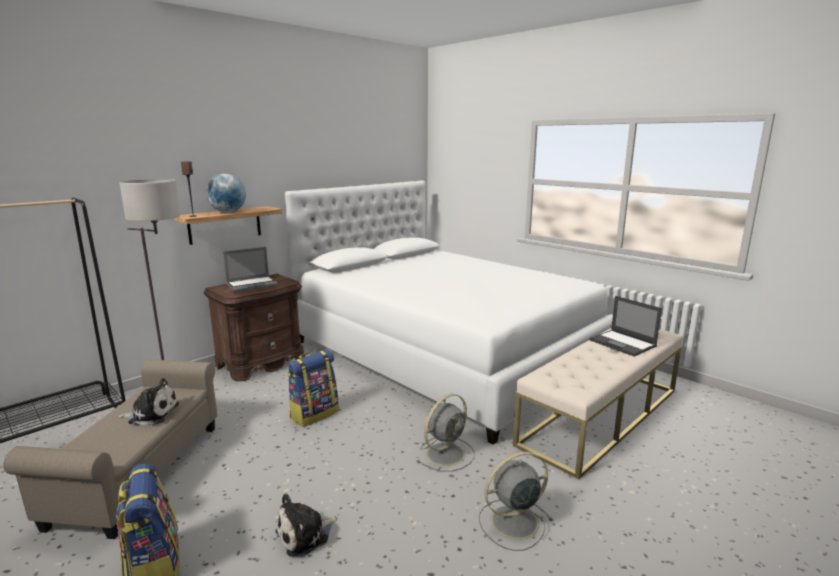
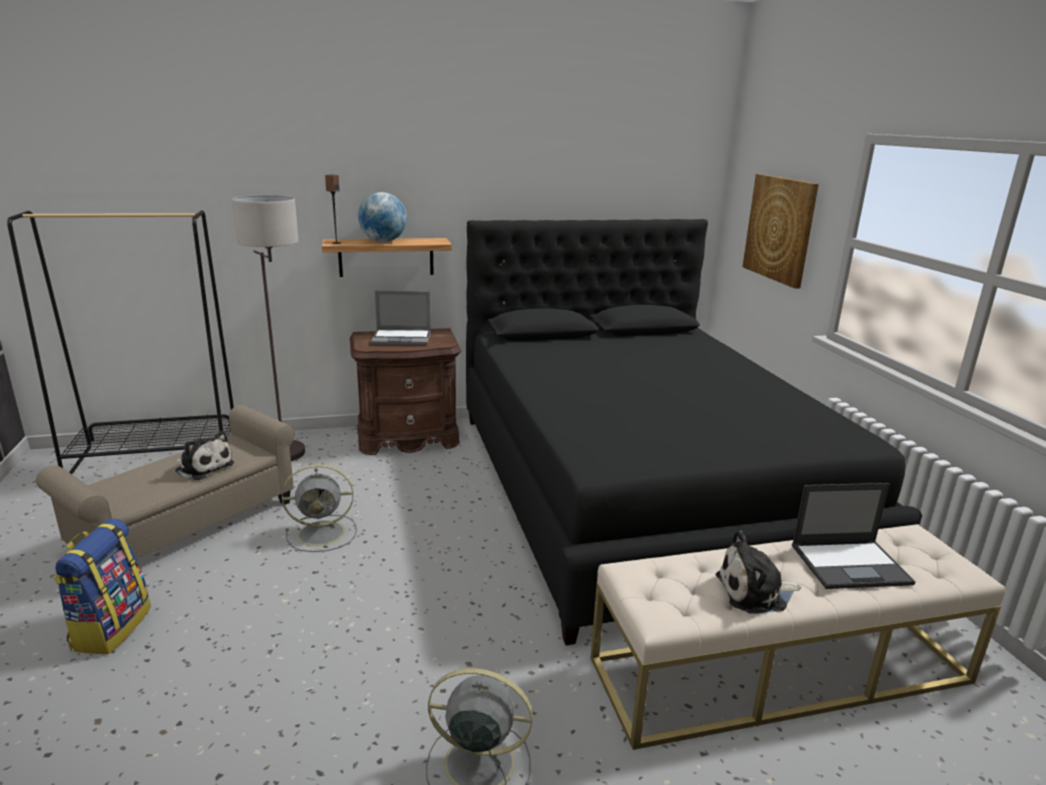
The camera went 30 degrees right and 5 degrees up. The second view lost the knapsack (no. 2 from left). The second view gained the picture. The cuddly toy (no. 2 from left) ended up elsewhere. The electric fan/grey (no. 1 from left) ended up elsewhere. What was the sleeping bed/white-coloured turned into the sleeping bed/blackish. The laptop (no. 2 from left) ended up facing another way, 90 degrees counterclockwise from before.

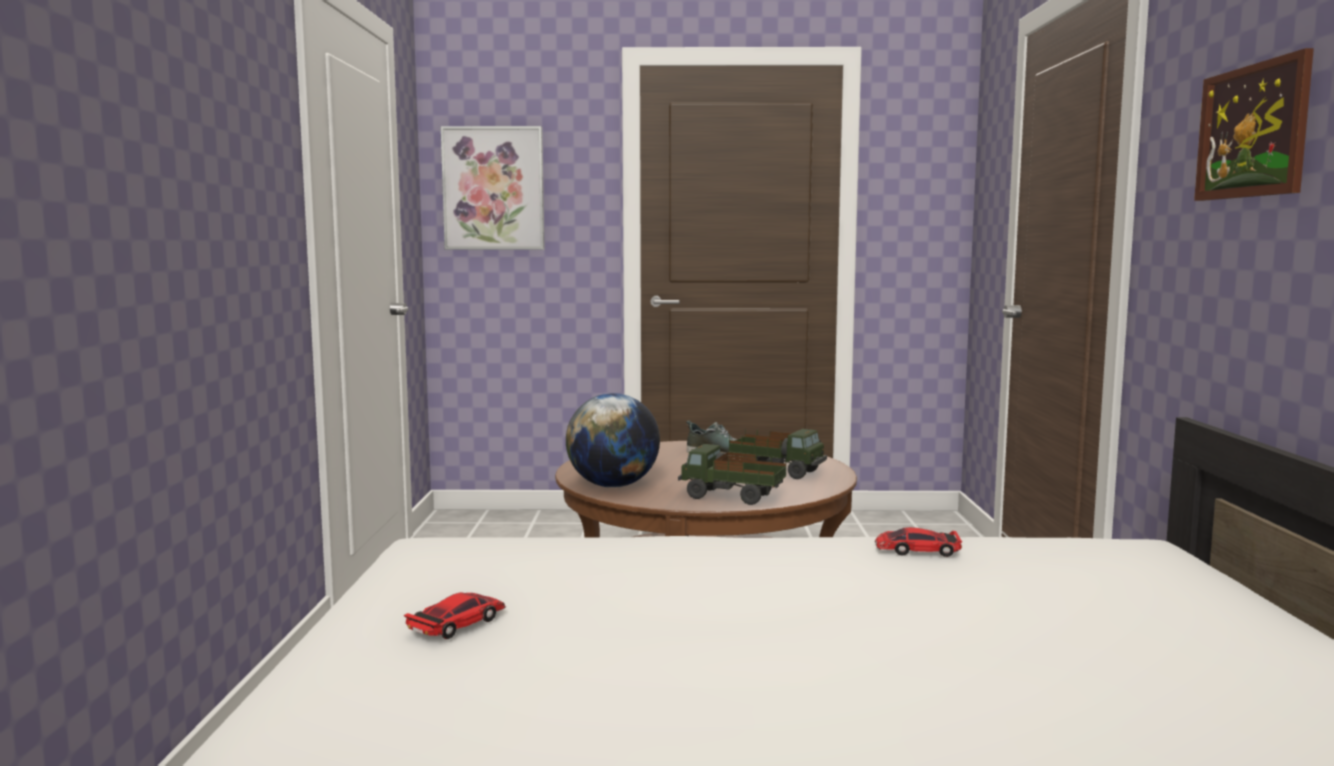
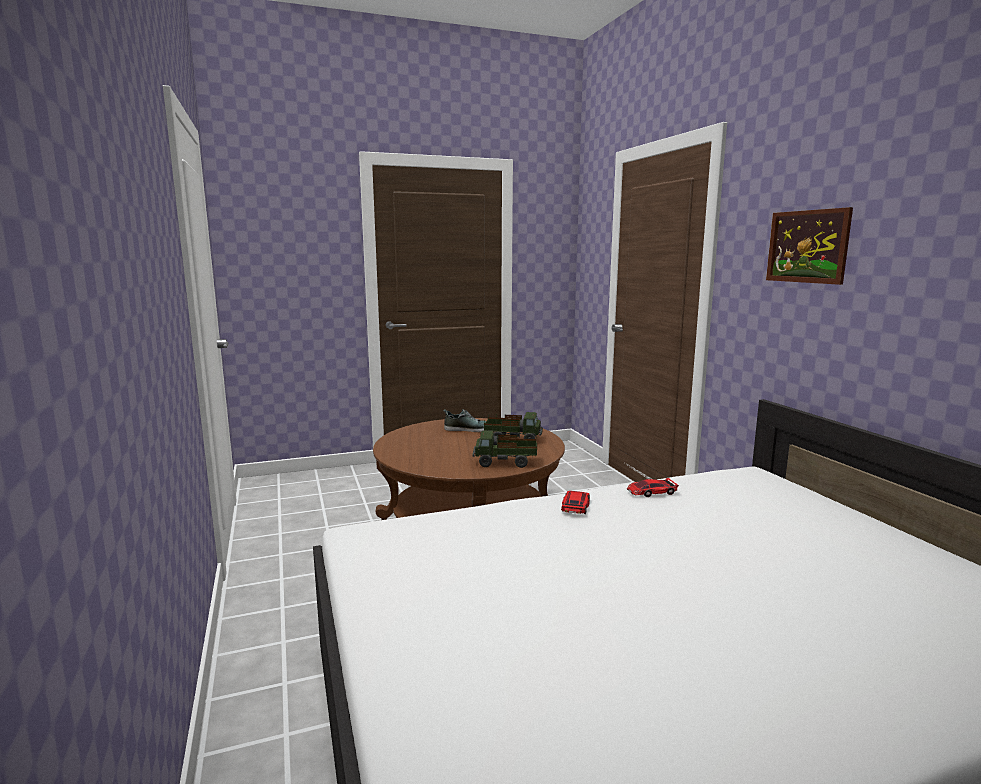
The camera went 20 degrees left and 5 degrees up. The second view lost the picture (no. 1 from left). The second view lost the desk globe. The toy car (no. 1 from left) ended up elsewhere.

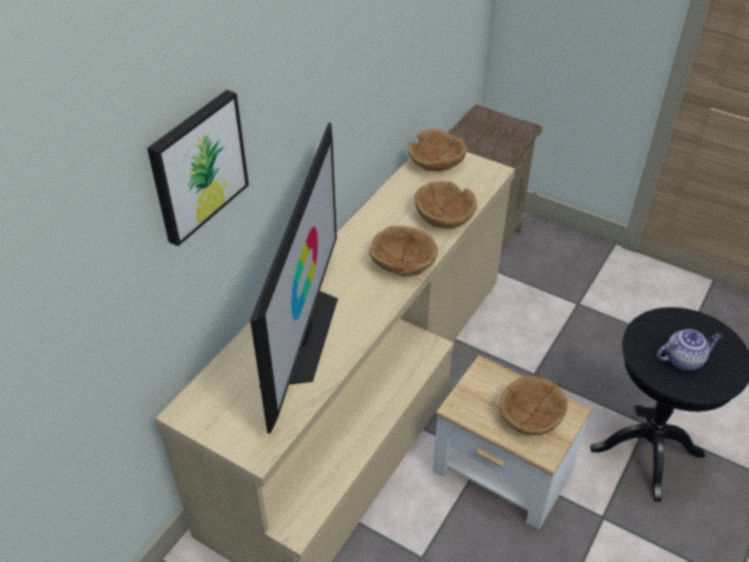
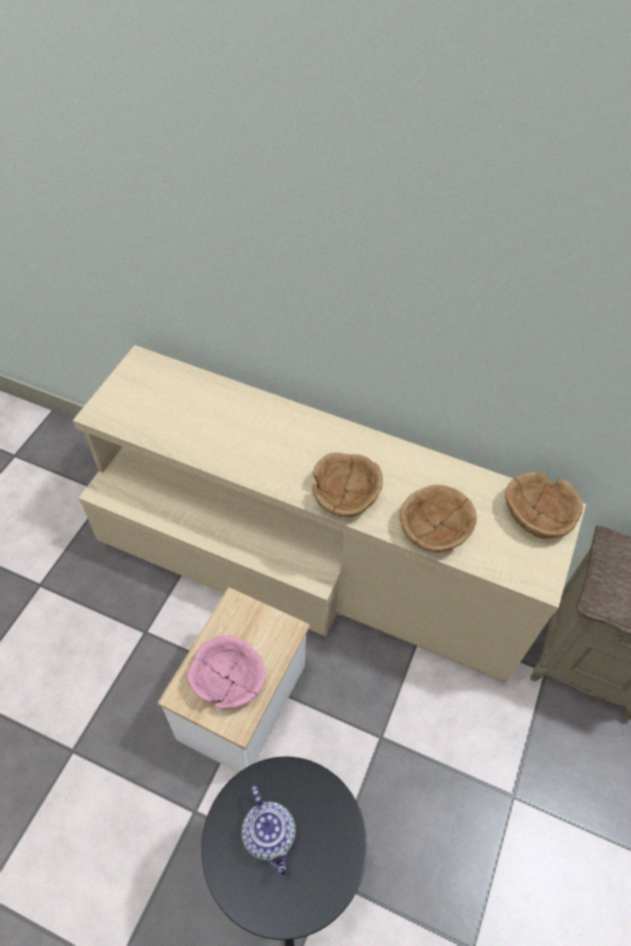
The camera went 80 degrees right and 10 degrees up. The second view lost the picture. The second view lost the TV. What was the serving bowl/brown-coloured (no. 4 from left) turned into the serving bowl/pink-coloured.

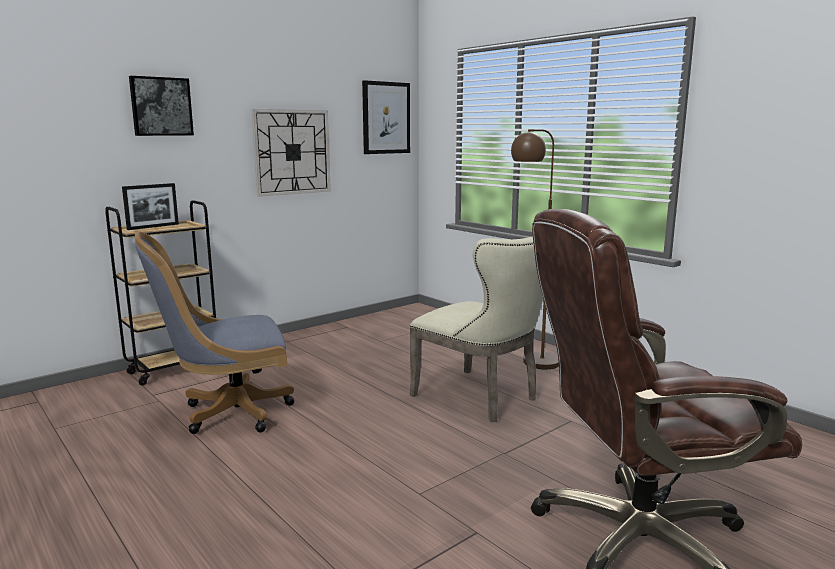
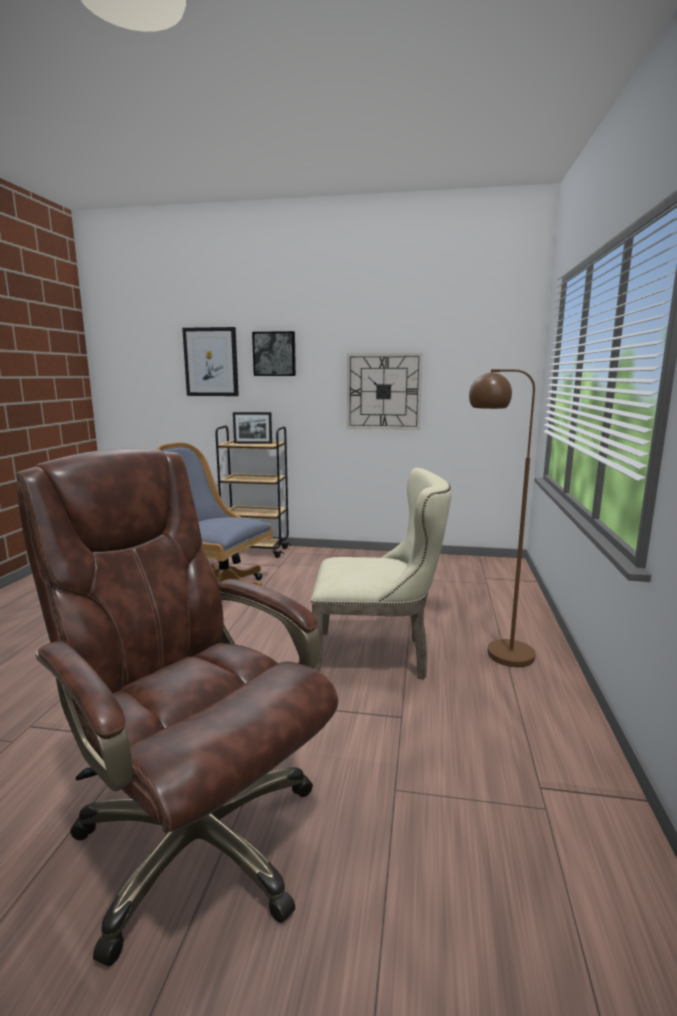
The camera went 50 degrees right and 0 degrees up. The picture (no. 2 from left in the first image) ended up elsewhere. The plain chair/beige-coloured ended up facing another way, 90 degrees counterclockwise from before.

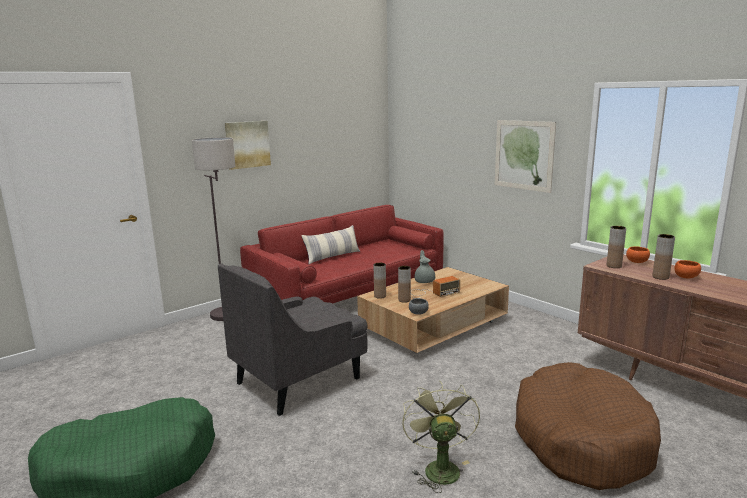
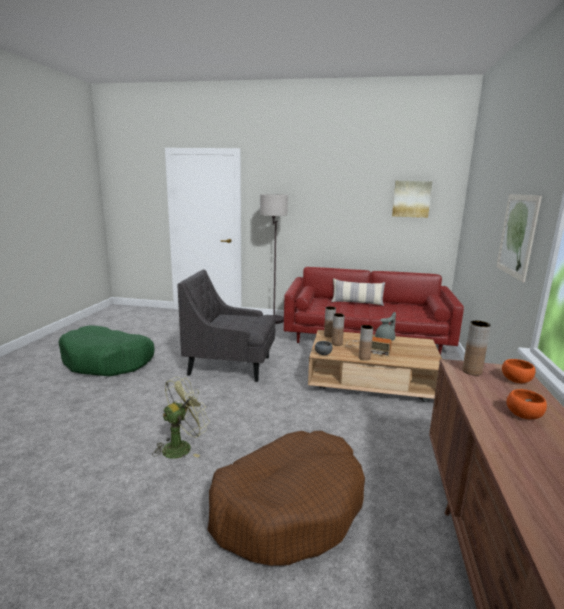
The camera went 50 degrees right and 0 degrees up. The picture (no. 1 from left) ended up elsewhere. The flower vase/brown-coloured (no. 4 from left in the first image) ended up elsewhere.

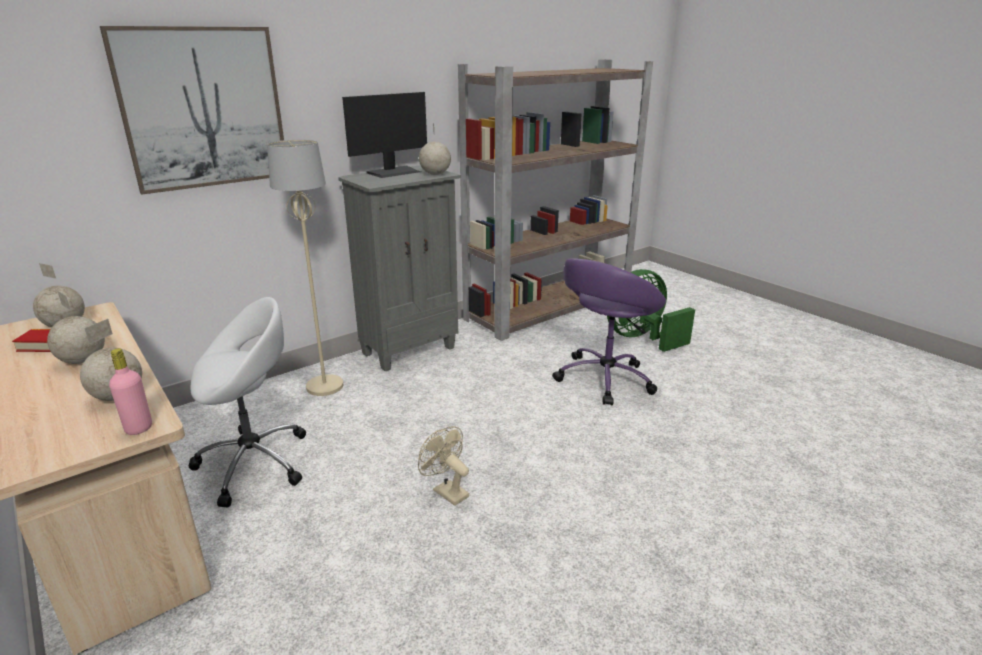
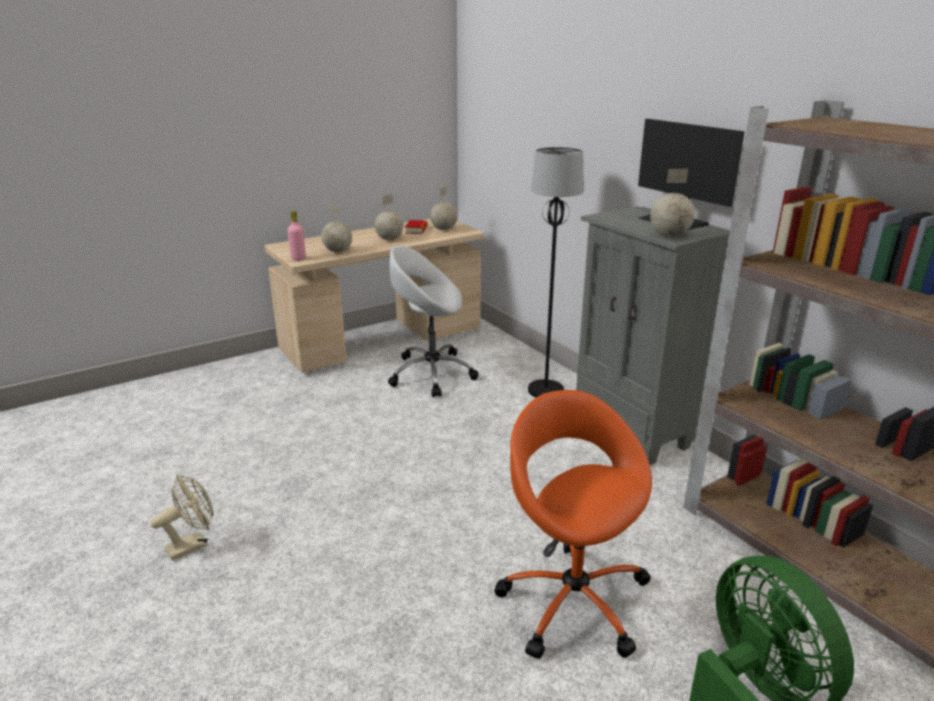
The camera went 95 degrees right and 0 degrees up. The second view lost the picture. The electric fan/beige-coloured ended up elsewhere. What was the standard lamp/beige-coloured turned into the standard lamp/blackish. What was the desk chair/purplish turned into the desk chair/orange-coloured. The desk chair/white-coloured ended up facing another way, 105 degrees clockwise from before.

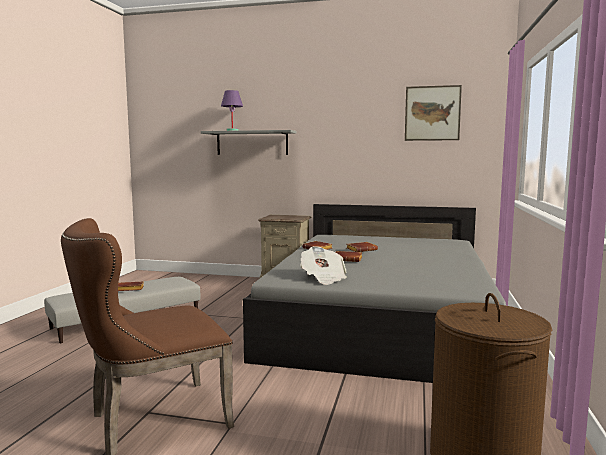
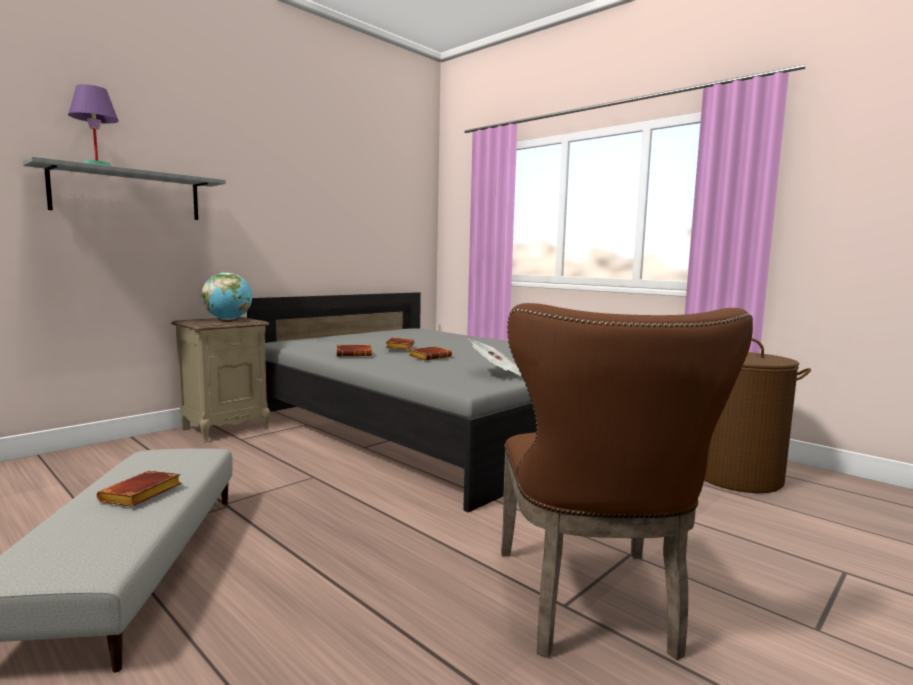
The camera went 60 degrees left and 0 degrees up. The second view lost the picture. The second view gained the desk globe.

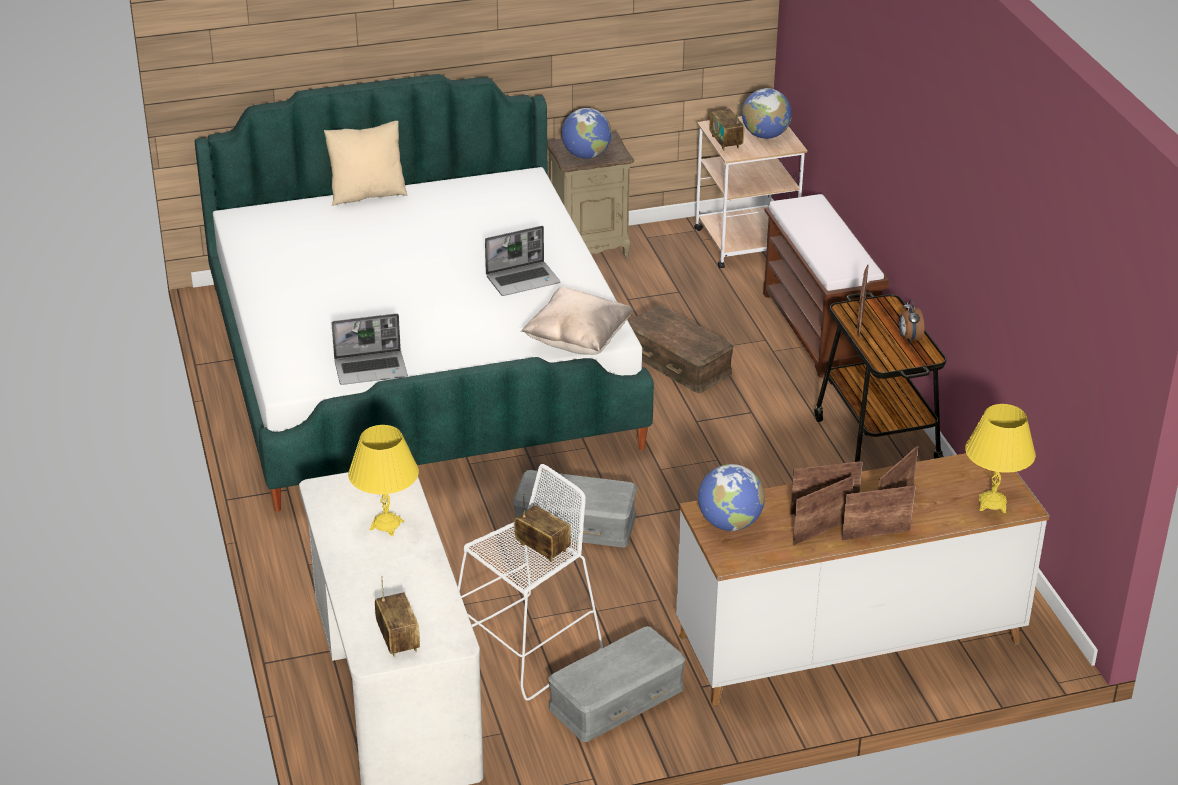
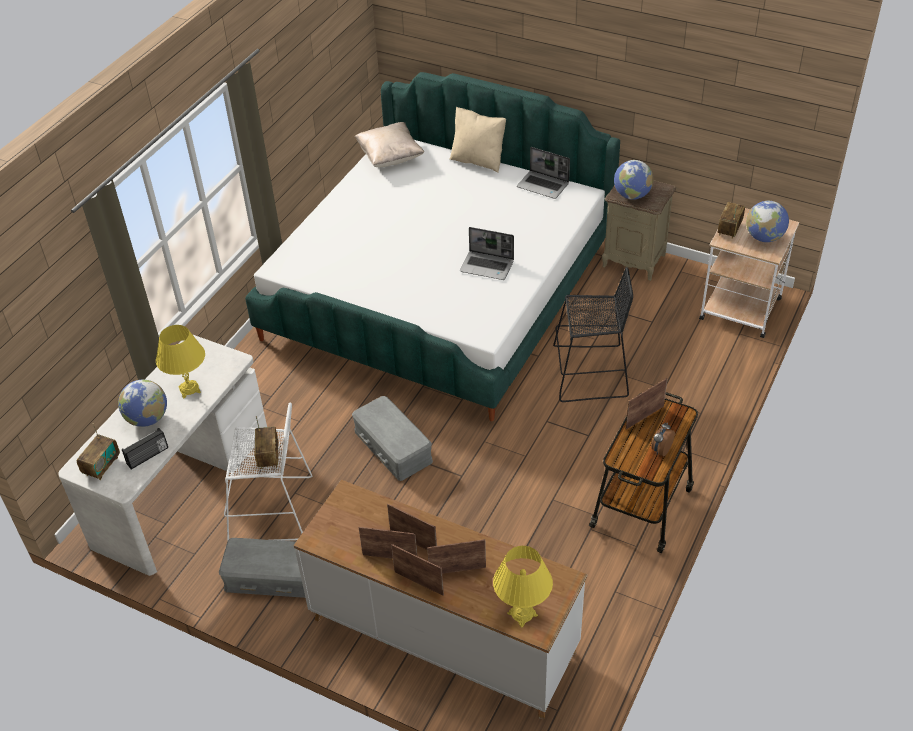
The camera went 45 degrees right and 10 degrees up. The second view lost the bench/brown-coloured. The second view gained the radio receiver (no. 2 from left). The laptop (no. 1 from left in the first image) ended up elsewhere. The throw pillow/beige-coloured (no. 2 from left in the first image) ended up elsewhere. The desk globe (no. 2 from left in the first image) ended up elsewhere. Where the storage bin/brown-coloured stood, the stool/blackish came to stand.

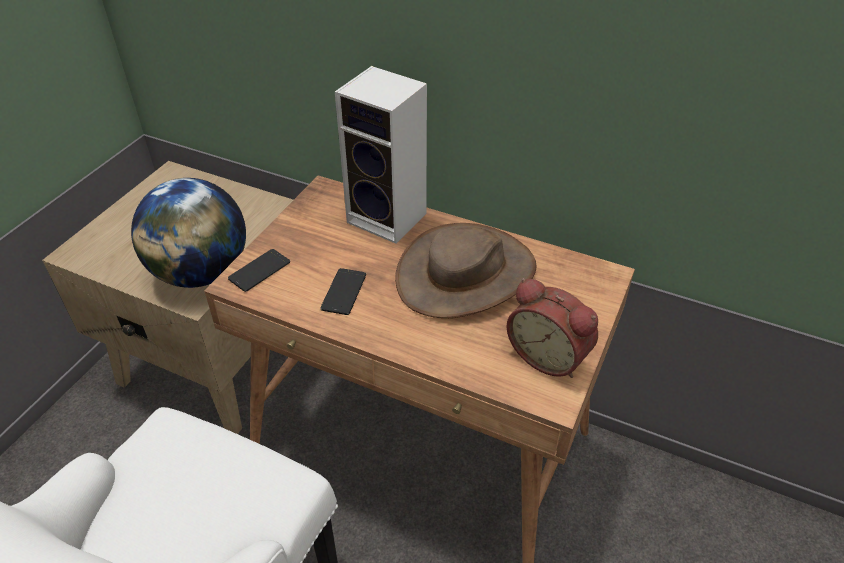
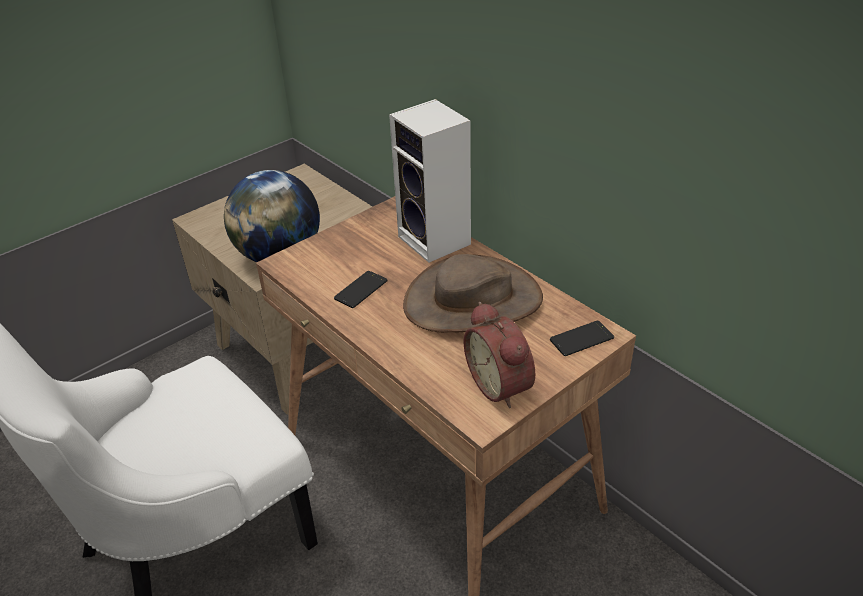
The camera went 25 degrees right and 5 degrees down. The phone (no. 1 from left in the first image) ended up elsewhere.

